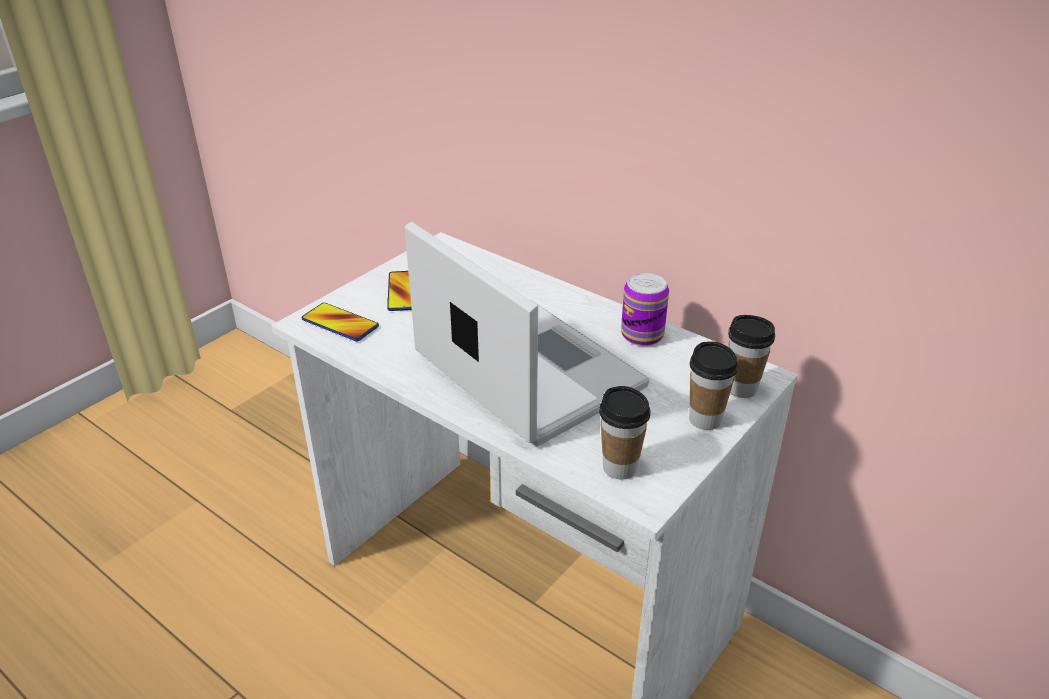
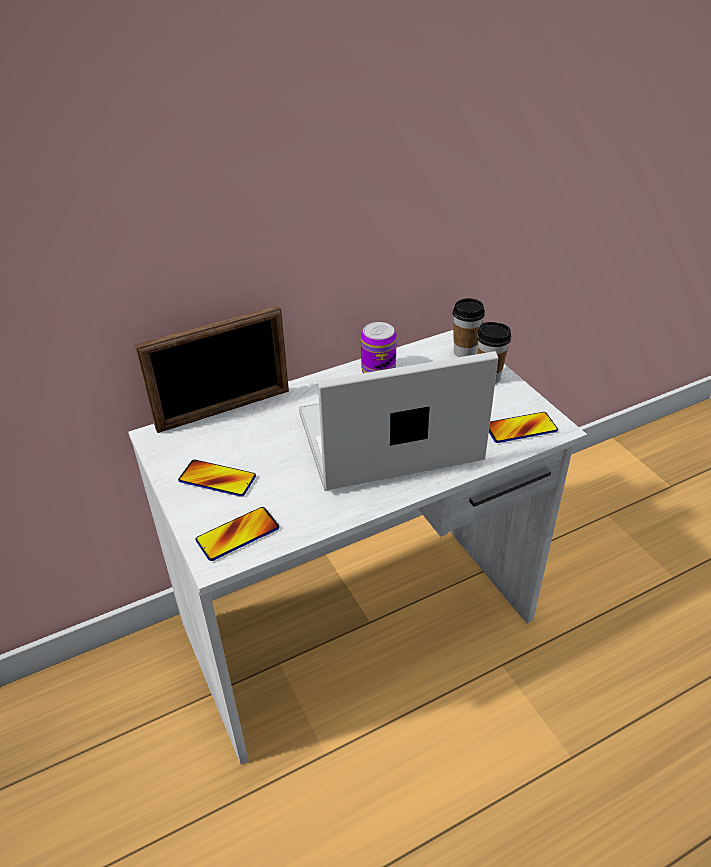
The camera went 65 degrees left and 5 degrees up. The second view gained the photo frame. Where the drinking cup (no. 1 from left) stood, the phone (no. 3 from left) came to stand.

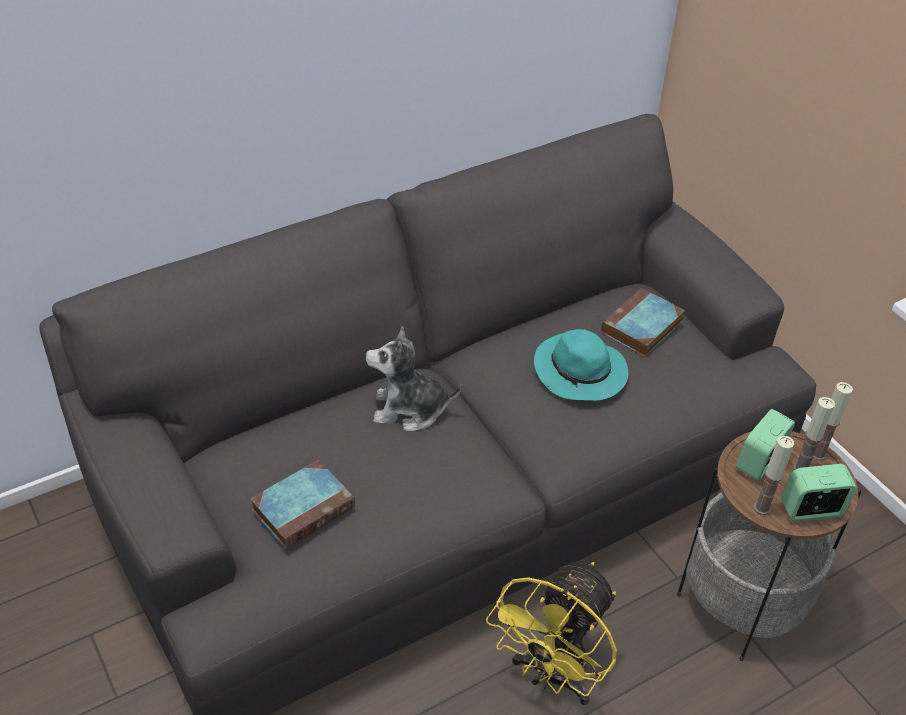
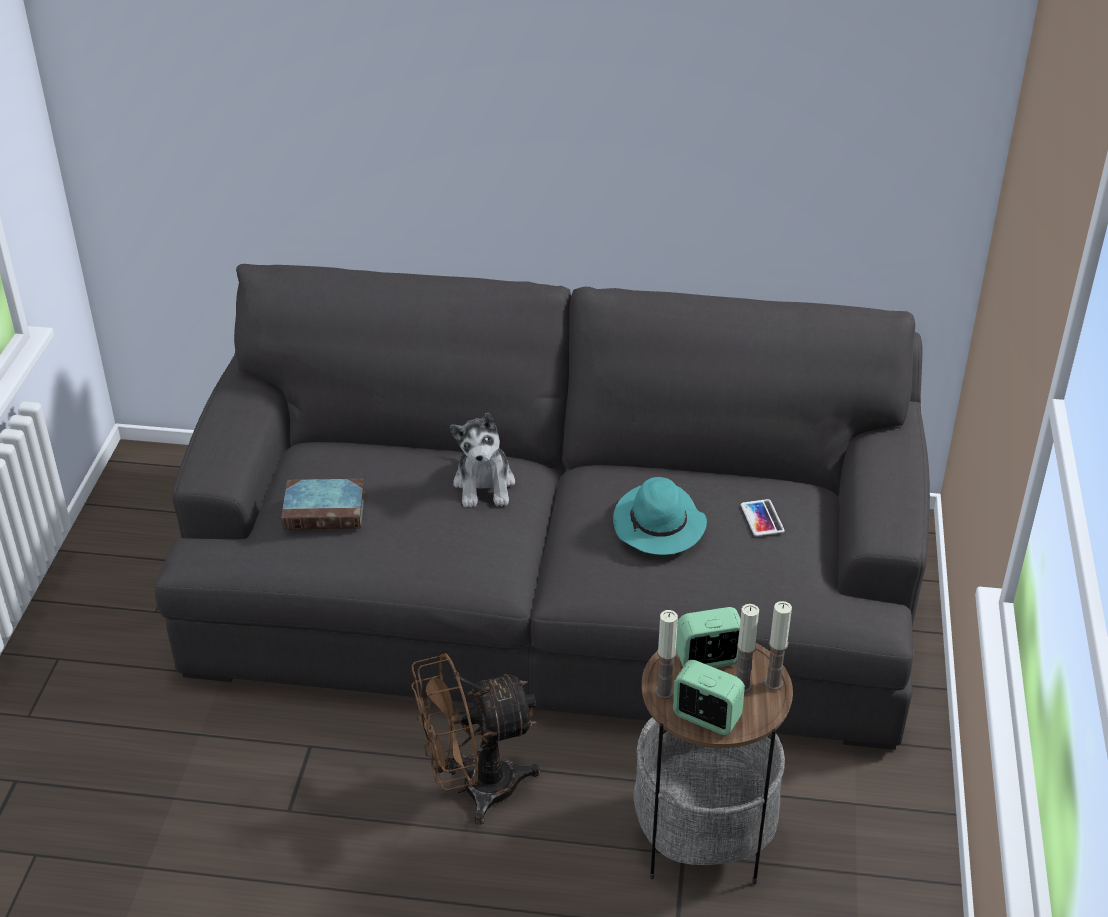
The camera went 40 degrees right and 5 degrees down. Where the book (no. 2 from left) stood, the phone came to stand. What was the electric fan/yellow turned into the electric fan/brown-coloured. The cuddly toy ended up facing another way, 135 degrees counterclockwise from before.

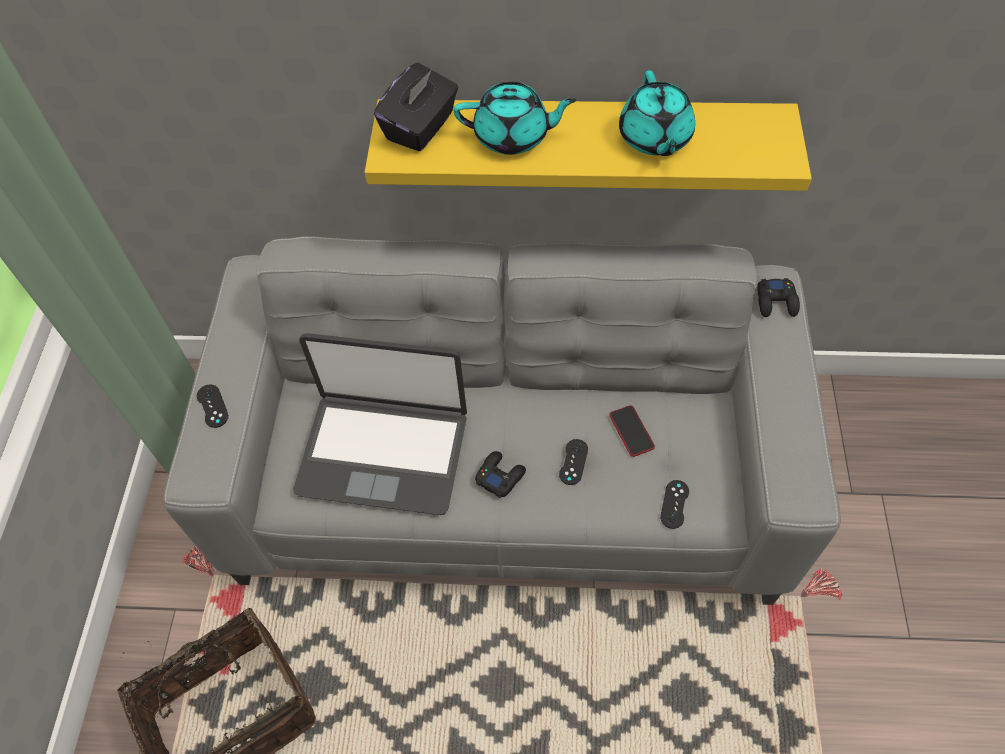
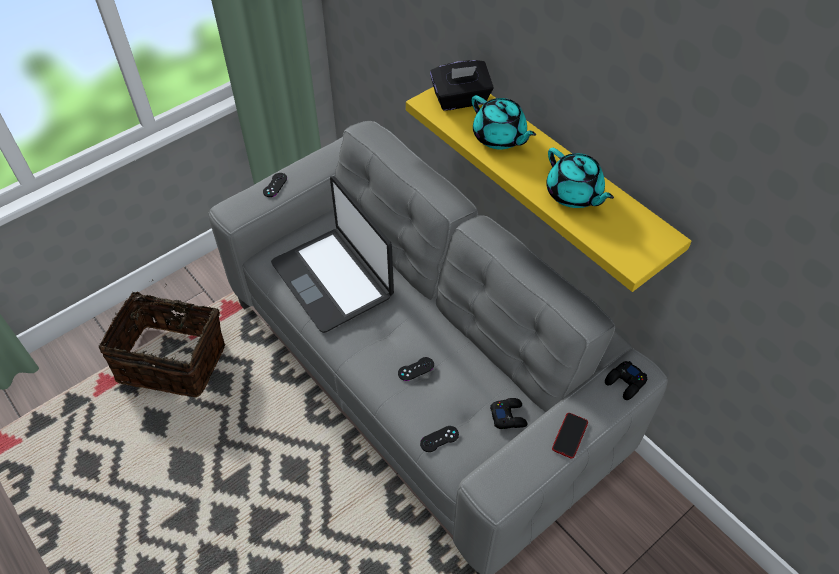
The camera went 45 degrees right and 5 degrees down. The gamepad/blackish (no. 2 from left in the first image) ended up elsewhere. The phone ended up elsewhere. The pot for tea/turquoise (no. 2 from left) ended up facing another way, 75 degrees counterclockwise from before.

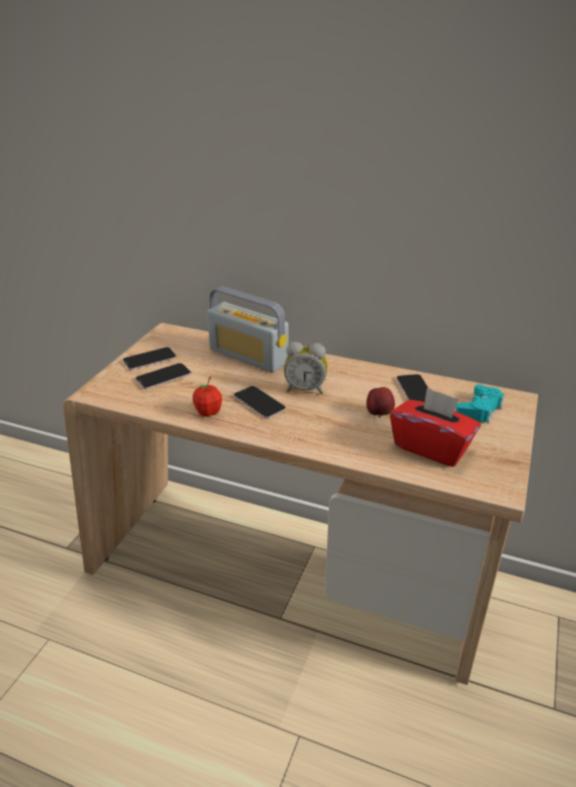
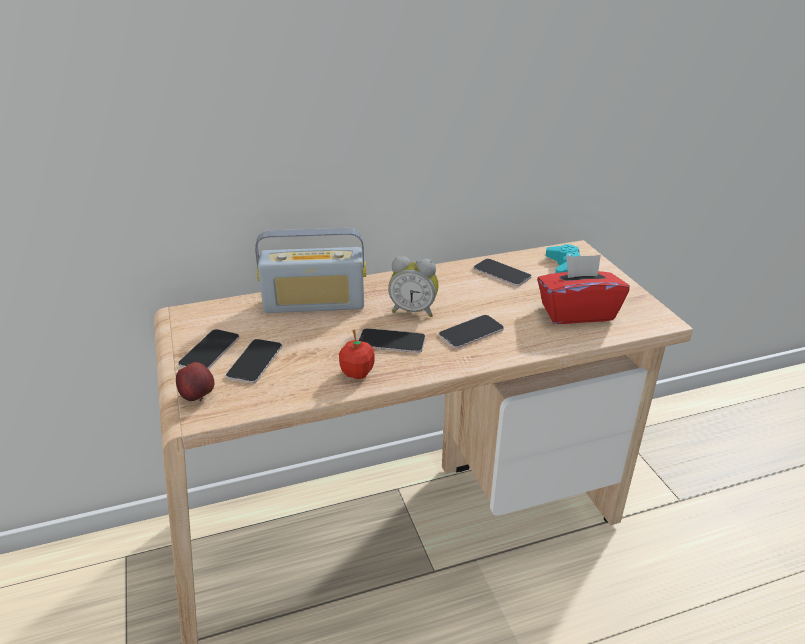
The camera went 40 degrees left and 0 degrees up. The second view gained the phone (no. 4 from left). The apple (no. 2 from left in the first image) ended up elsewhere. The table clock ended up facing another way, 45 degrees clockwise from before.

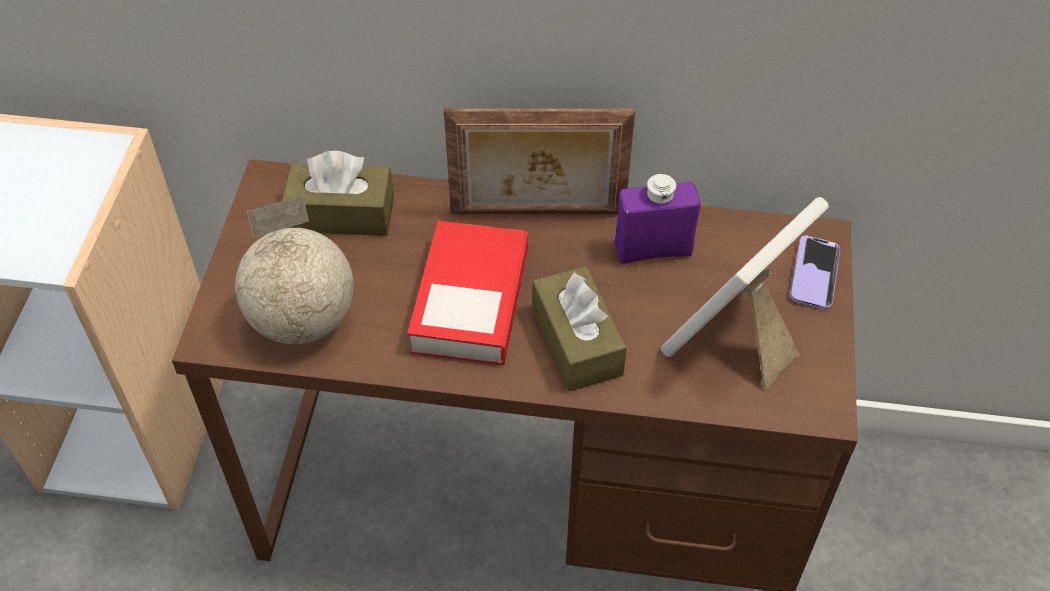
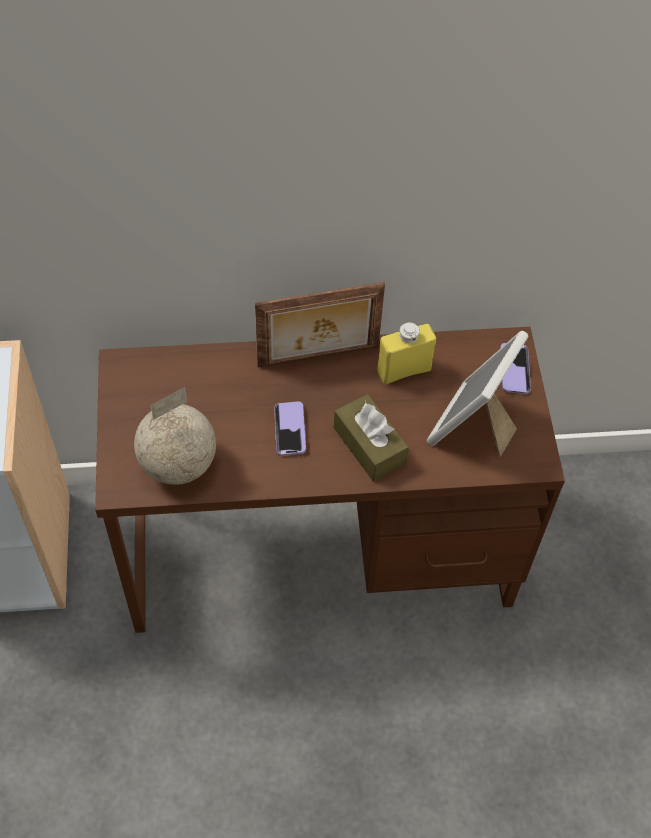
The camera went 15 degrees left and 5 degrees up. The second view lost the box of tissues/brown-coloured (no. 1 from left). Where the book stood, the phone (no. 1 from left) came to stand. What was the drink bottle/purplish turned into the drink bottle/yellow.

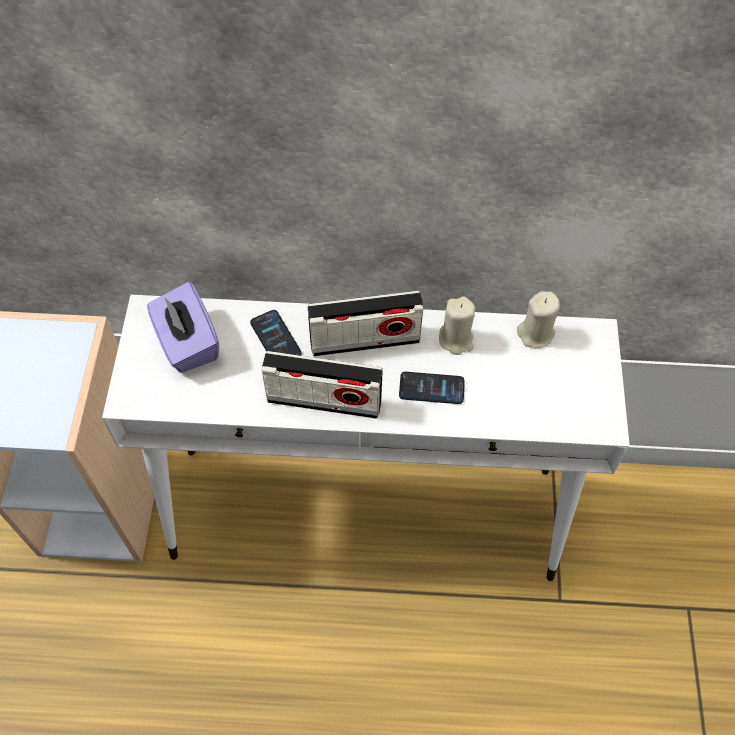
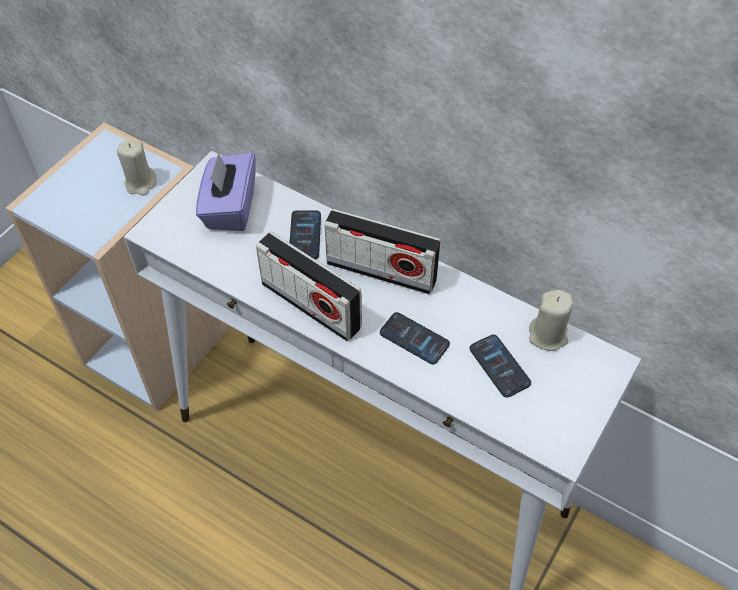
The camera went 30 degrees right and 5 degrees down. The second view gained the phone (no. 3 from left). The wax candle/beige-coloured (no. 1 from left) ended up elsewhere.

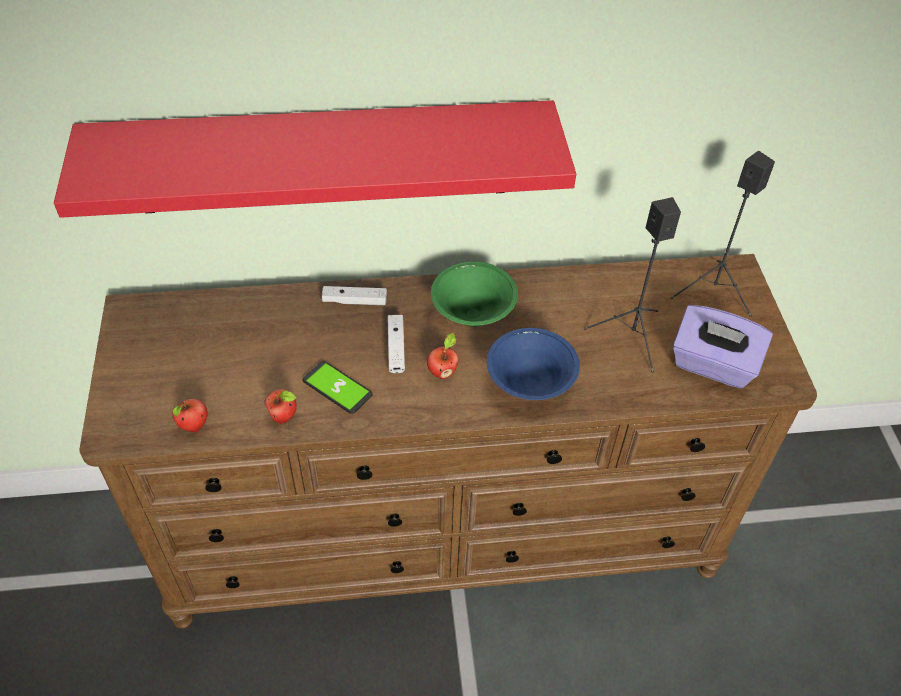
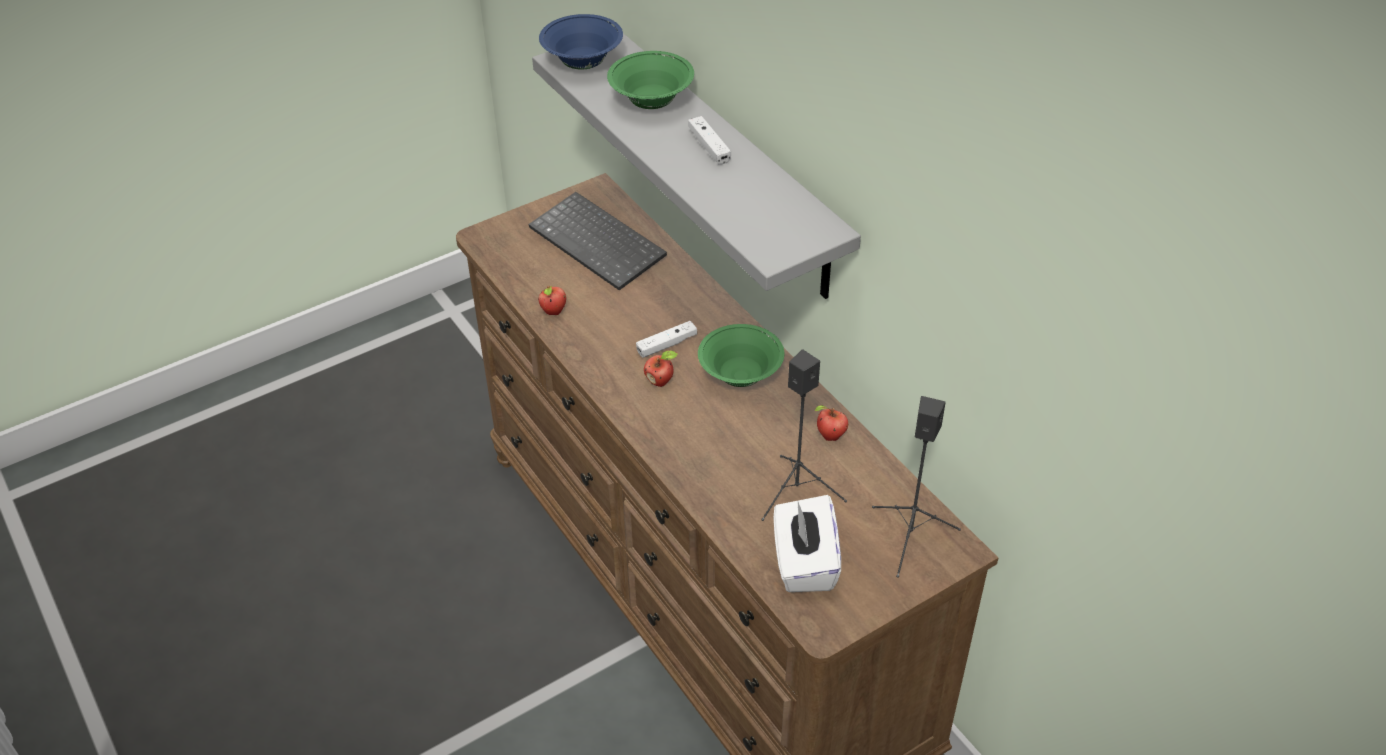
The camera went 65 degrees right and 5 degrees down. The second view lost the phone. The second view gained the PC keyboard. The second view gained the serving bowl/green-coloured (no. 1 from left). The apple (no. 1 from left in the first image) ended up elsewhere. The gamepad/white-coloured (no. 1 from left in the first image) ended up elsewhere. The serving bowl/bluish ended up elsewhere. What was the shelf/red-coloured turned into the shelf/grey. What was the box of tissues/purplish turned into the box of tissues/white-coloured.

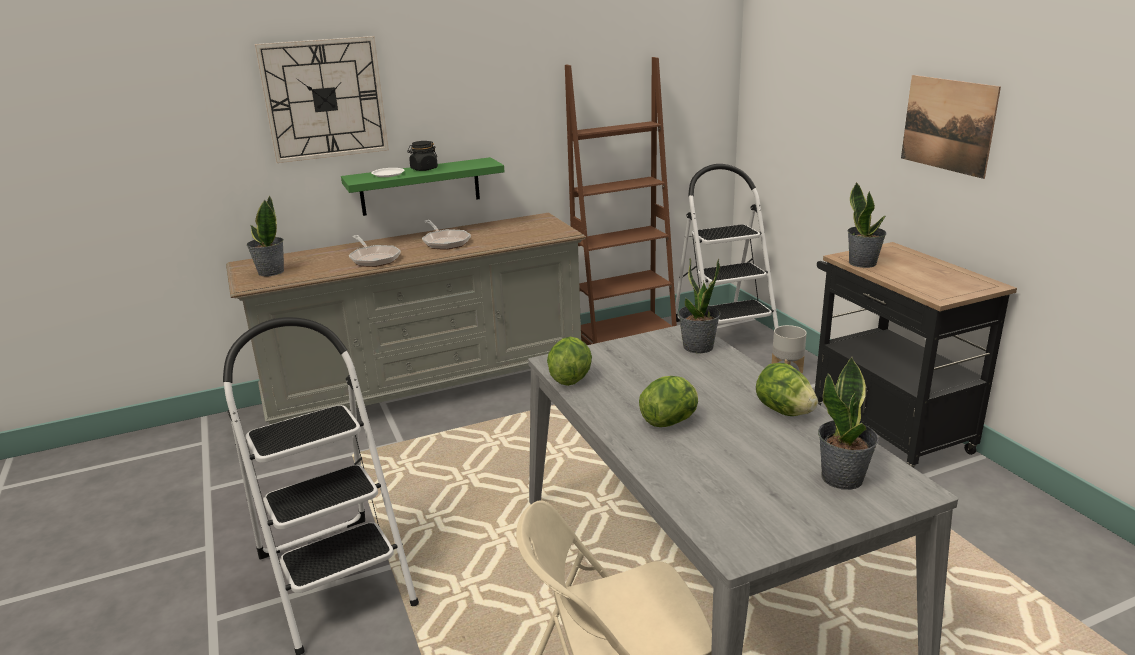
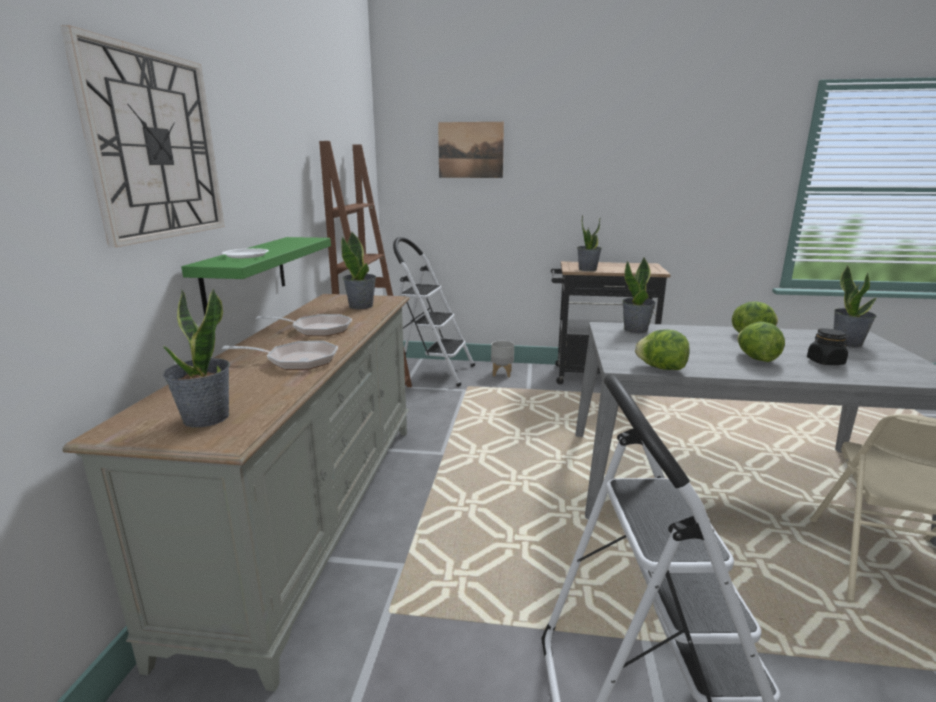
The camera went 60 degrees left and 5 degrees down. The second view gained the houseplant (no. 2 from left). The preserve jar/blackish ended up elsewhere. The picture ended up elsewhere.

